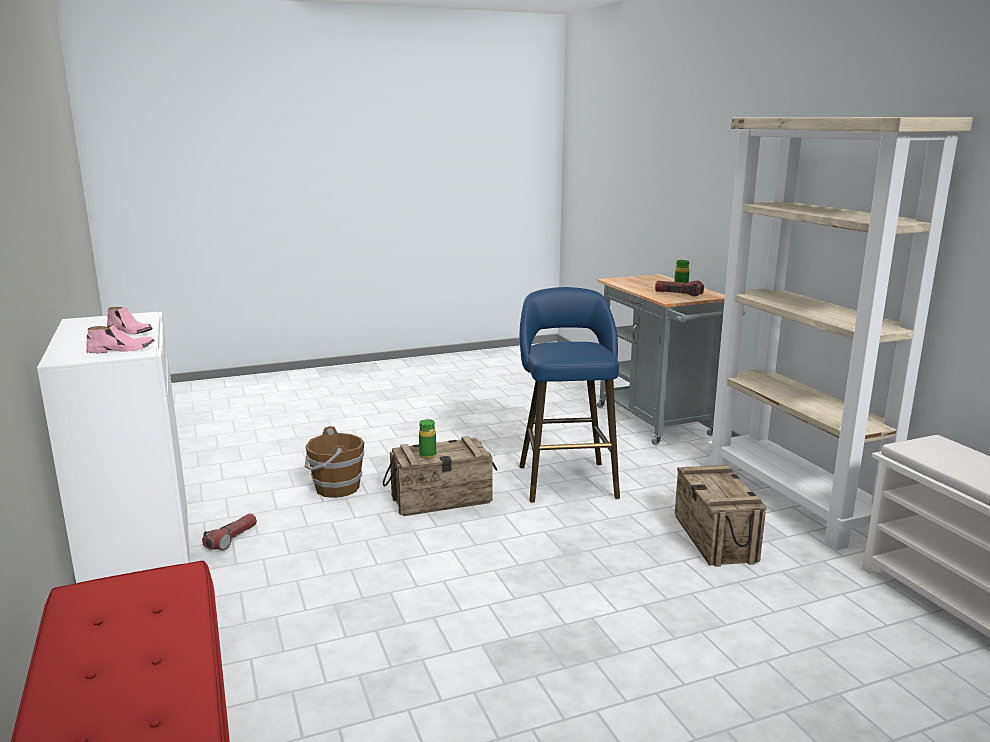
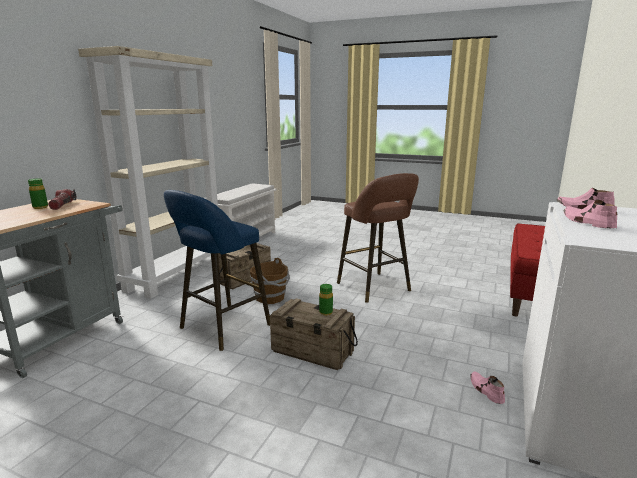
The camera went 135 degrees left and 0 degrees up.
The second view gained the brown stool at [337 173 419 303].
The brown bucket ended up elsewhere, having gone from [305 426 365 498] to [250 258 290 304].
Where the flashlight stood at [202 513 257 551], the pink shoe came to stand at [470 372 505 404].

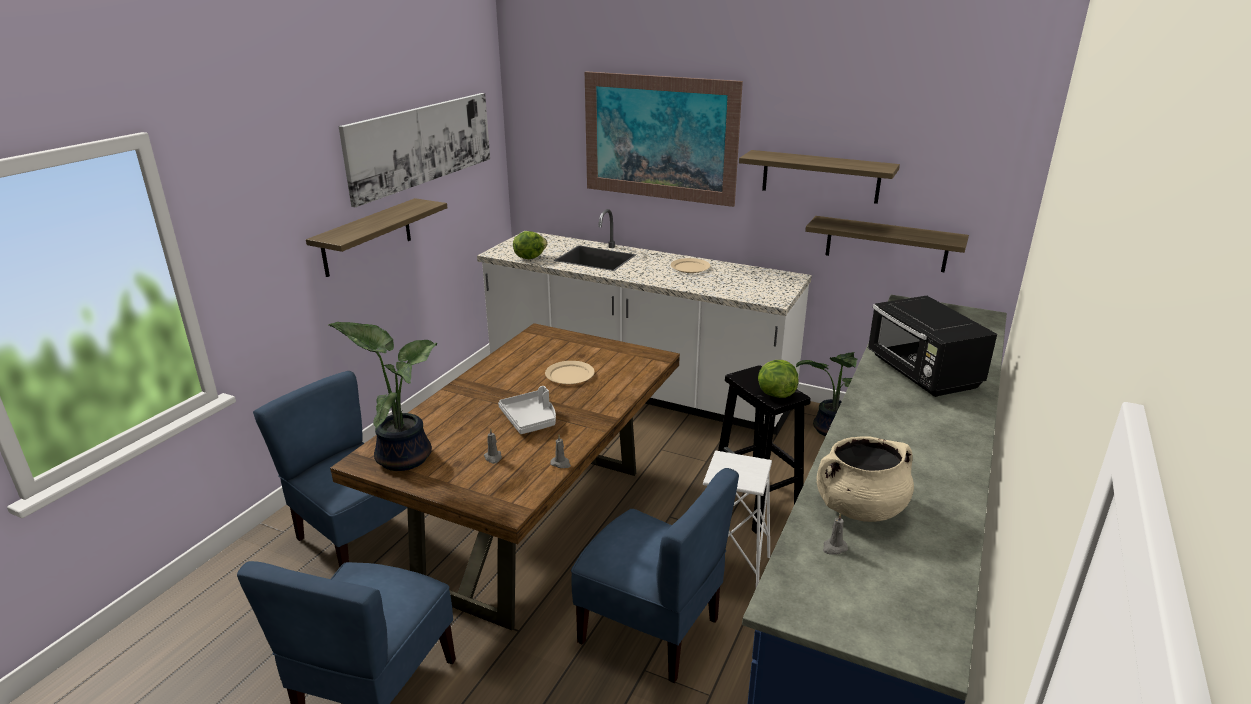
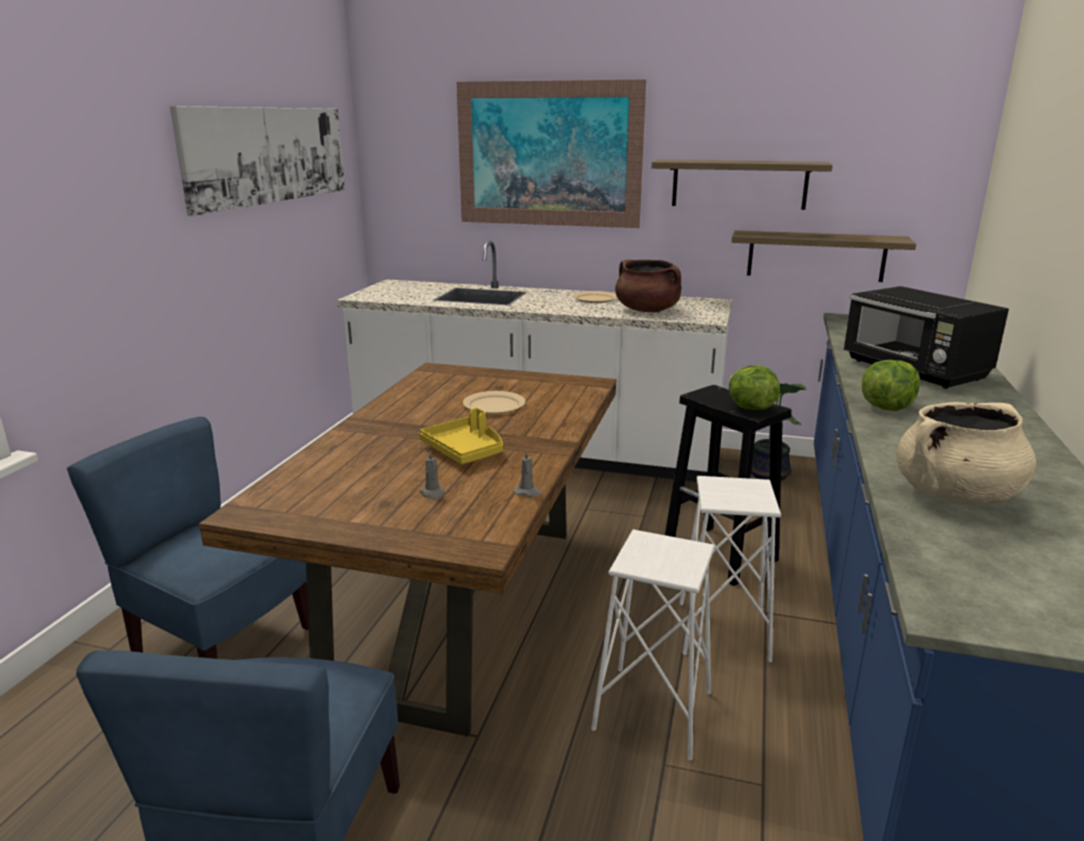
The camera went 10 degrees left and 5 degrees down.
The second view lost the shelf at [306 198 447 277].
The second view lost the potted plant at [328 322 438 471].
The second view lost the grey candle at [823 513 848 554].
The second view gained the brown cooking pot at [615 260 682 312].
The lettuce ended up elsewhere, having gone from [513 231 548 259] to [862 360 920 411].
Where the blue chair stood at [571 468 739 683], the white stool came to stand at [591 529 715 760].
What was the grey tray at [498 386 556 434] turned into the yellow tray at [419 408 503 464].

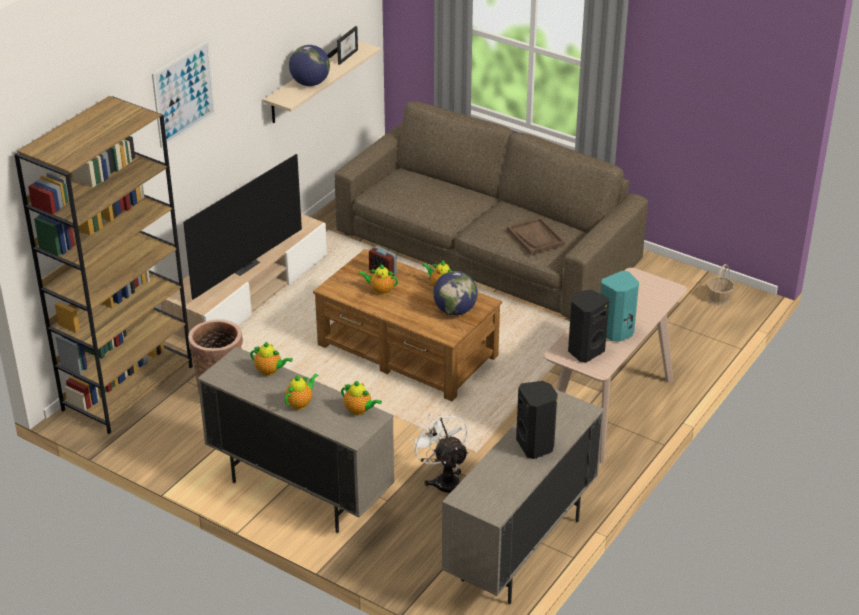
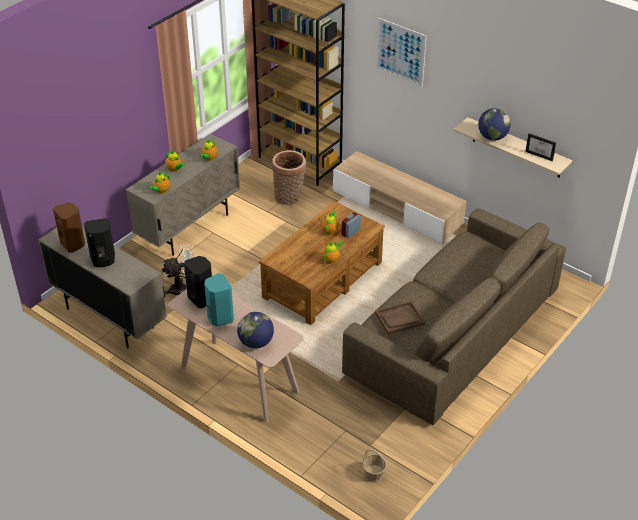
The camera went 95 degrees right and 5 degrees up.
The second view lost the television at [183 154 302 300].
The second view gained the brown speaker at [53 202 85 253].
The globe ended up elsewhere, having gone from [433 271 478 315] to [237 312 274 349].

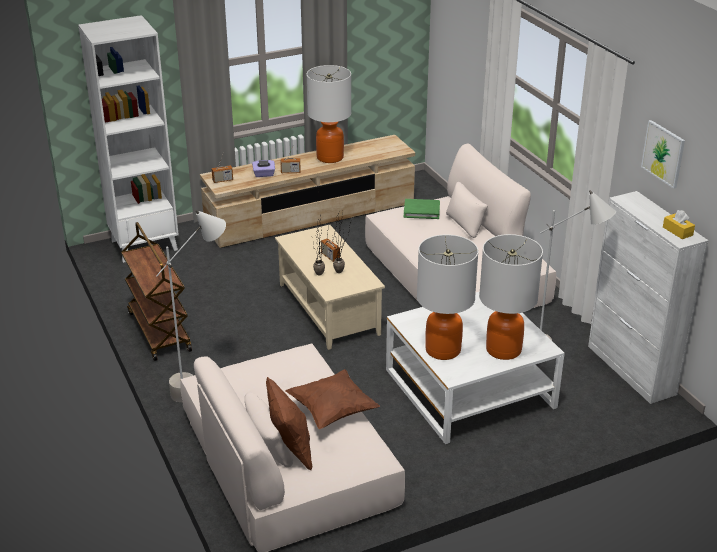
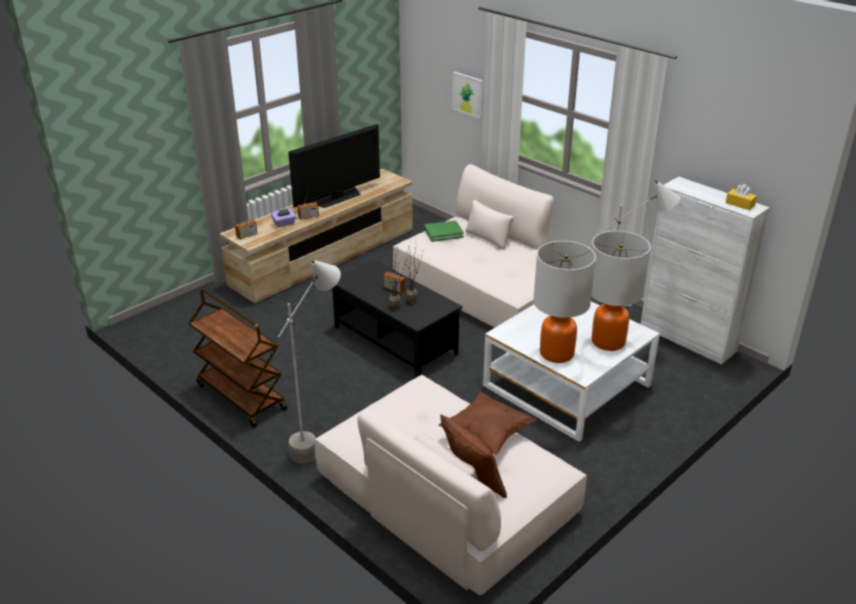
The camera went 20 degrees left and 0 degrees up.
The second view lost the white bookcase at [78 15 179 263].
The picture ended up elsewhere, having gone from [641 120 685 189] to [452 72 483 118].
Where the table lamp stood at [306 65 351 163], the television came to stand at [288 124 380 208].
What was the beige coffee table at [275 225 385 350] turned into the black coffee table at [332 259 462 378].

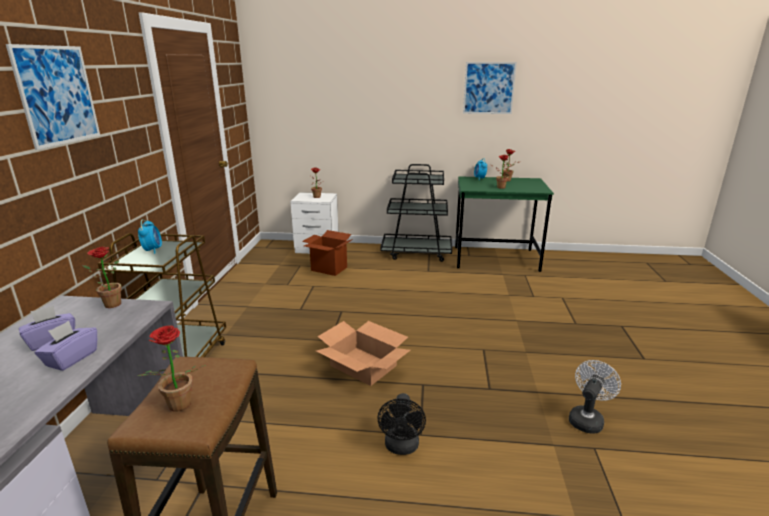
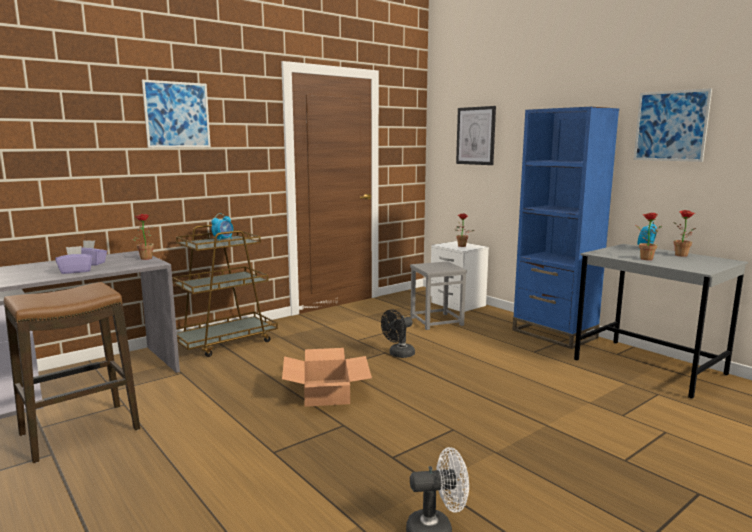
The camera went 45 degrees right and 10 degrees down.
The second view lost the potted plant at [137 325 206 412].
The second view gained the picture at [456 106 496 165].
The black fan ended up elsewhere, having gone from [377 393 426 455] to [381 309 415 358].
Where the cardboard box stood at [302 230 353 276], the grey stool came to stand at [410 261 467 330].
Where the black cart stood at [380 164 452 262], the blue bookcase came to stand at [512 107 619 349].
What was the green desk at [455 176 554 272] turned into the grey desk at [574 244 748 399].

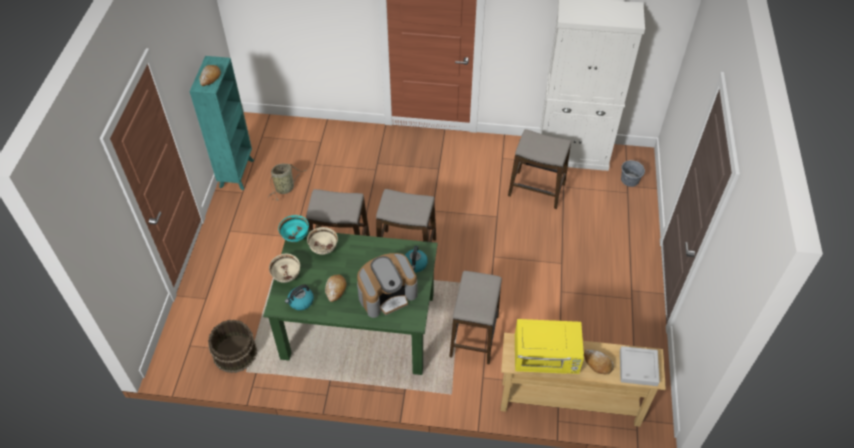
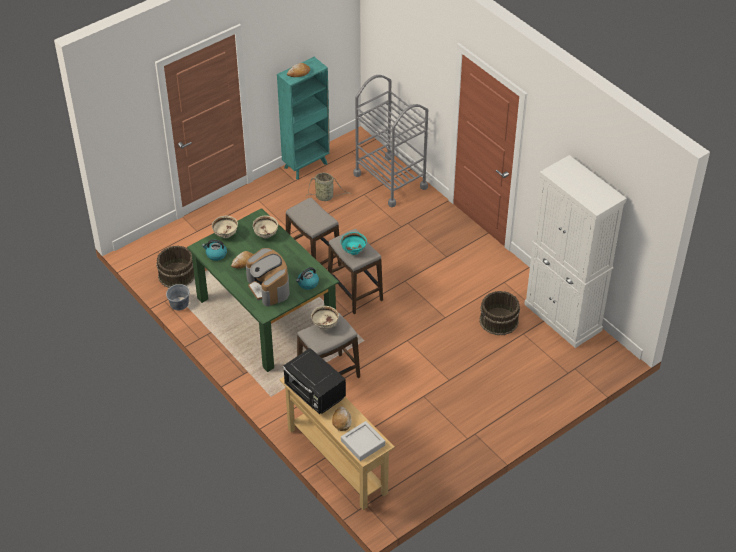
The camera went 45 degrees right and 5 degrees down.
The second view gained the beige bowl at [311 306 339 330].
The second view gained the grey cart at [353 75 428 207].
The turquoise bowl ended up elsewhere, having gone from [278 215 309 242] to [341 232 367 255].
The grey bucket ended up elsewhere, having gone from [621 160 645 187] to [166 284 190 310].
Where the stool stood at [508 129 571 209], the brown bucket came to stand at [480 291 520 335].
What was the yellow microwave at [515 319 584 374] turned into the black microwave at [283 348 346 414].
The coffee machine at [357 253 418 318] ended up facing another way, 45 degrees clockwise from before.

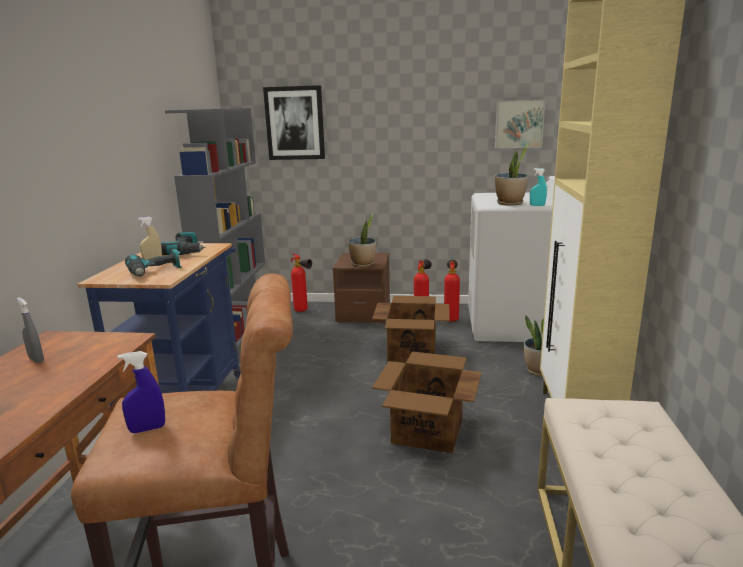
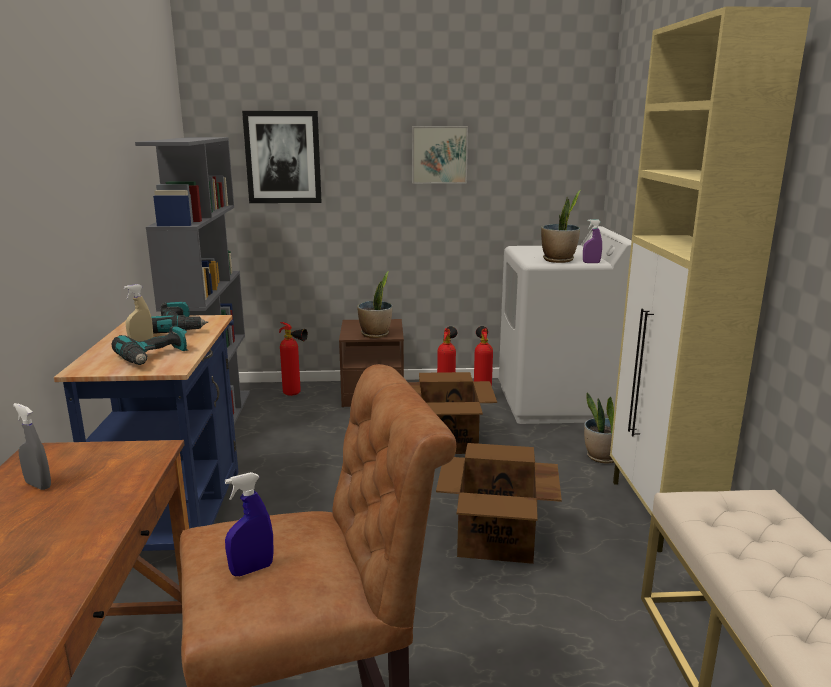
The camera went 10 degrees left and 0 degrees up.
The picture ended up elsewhere, having gone from [495 99 545 149] to [412 126 468 184].
What was the turquoise spray bottle at [530 168 547 206] turned into the purple spray bottle at [583 219 602 263].

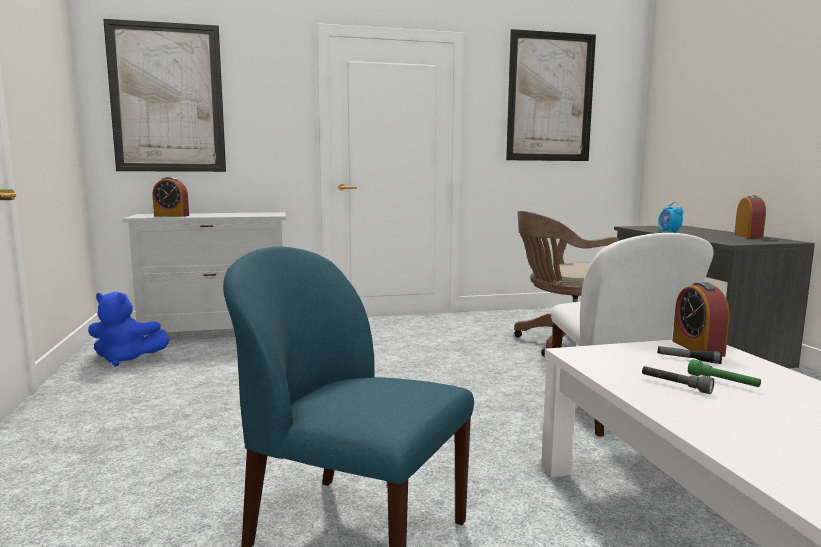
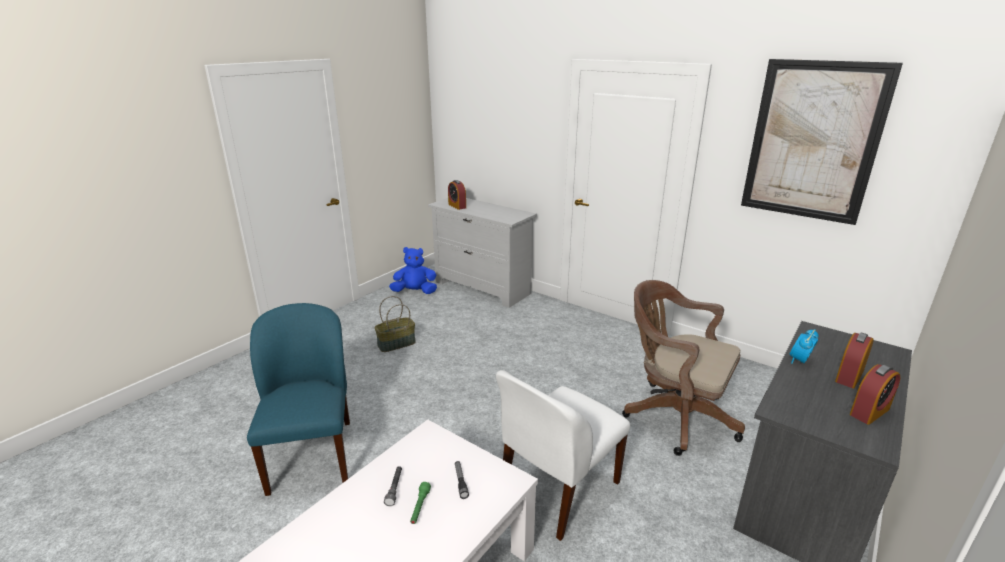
The camera went 50 degrees right and 15 degrees up.
The second view lost the picture at [103 19 226 172].
The second view gained the basket at [375 296 416 352].
The alarm clock ended up elsewhere, having gone from [672 282 730 357] to [835 333 874 388].
The blue plush toy at [88 292 170 367] ended up facing another way, 120 degrees clockwise from before.

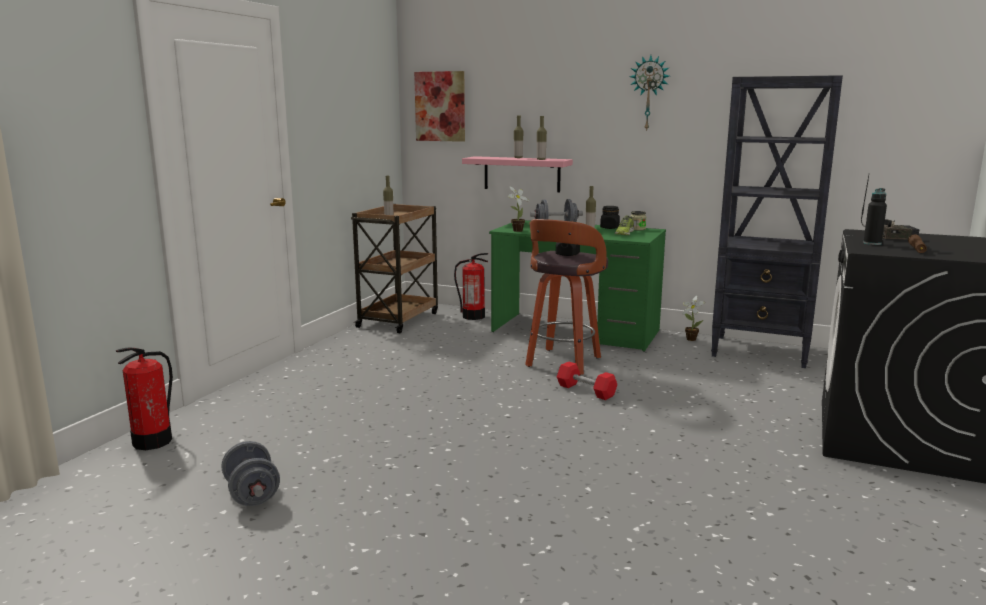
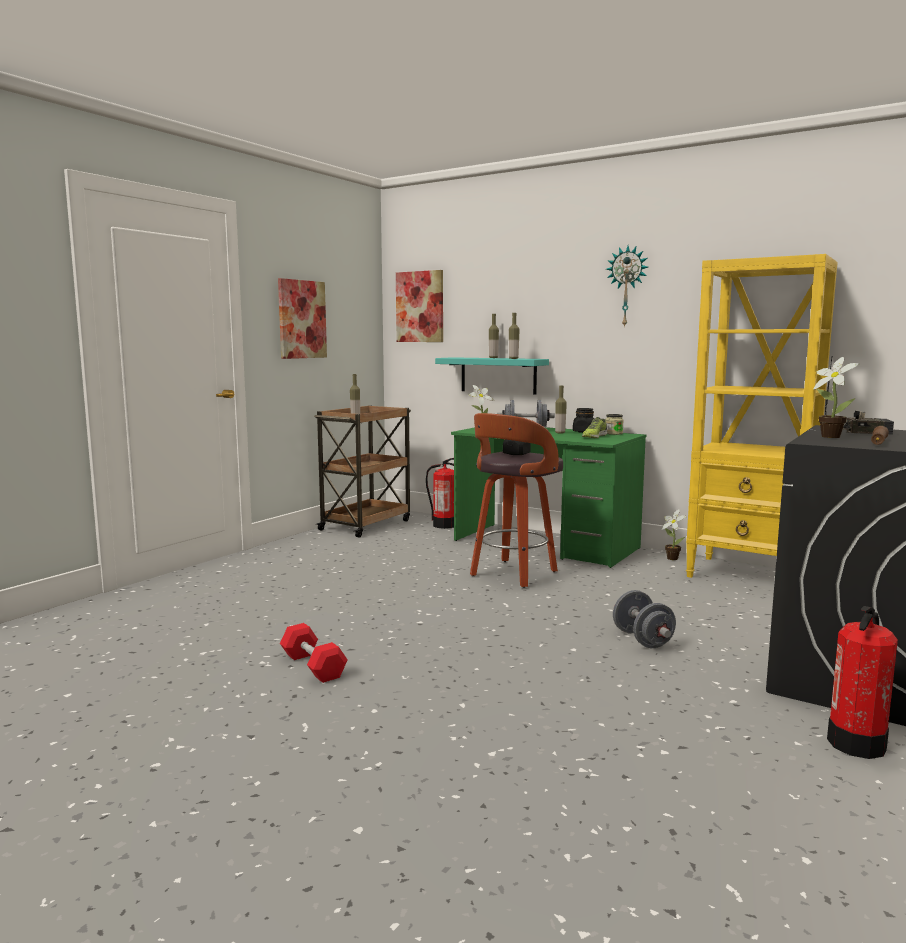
The camera went 10 degrees right and 5 degrees down.
The second view gained the picture at [278 278 327 359].
The fire extinguisher ended up elsewhere, having gone from [116 348 173 450] to [827 606 898 759].
The grey dumbbell ended up elsewhere, having gone from [221 441 280 506] to [613 590 676 648].
The red dumbbell ended up elsewhere, having gone from [557 362 617 400] to [280 623 347 683].
Where the black bottle stood at [863 188 887 245], the potted plant came to stand at [813 357 860 438].
What was the pink shelf at [462 156 573 192] turned into the turquoise shelf at [435 357 549 395].
What was the black bookcase at [711 75 843 368] turned into the yellow bookcase at [686 254 838 578].

